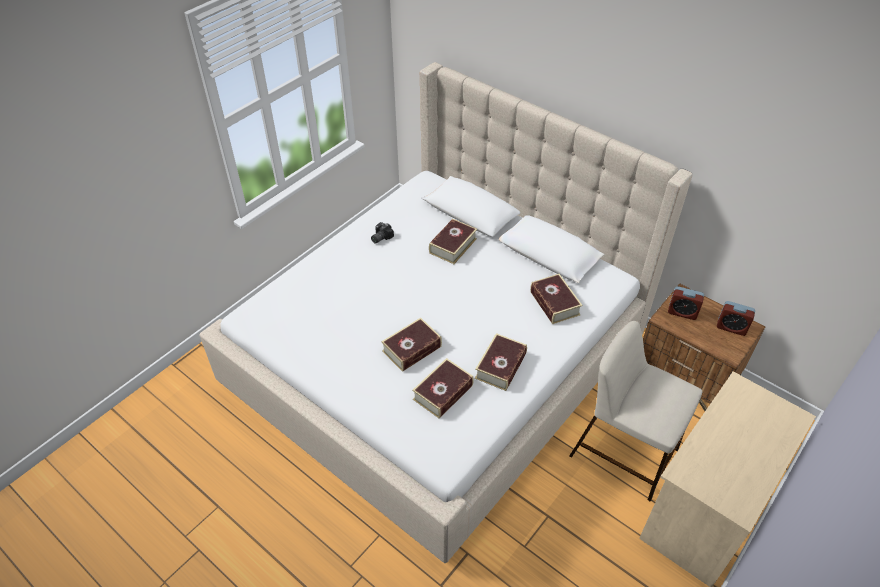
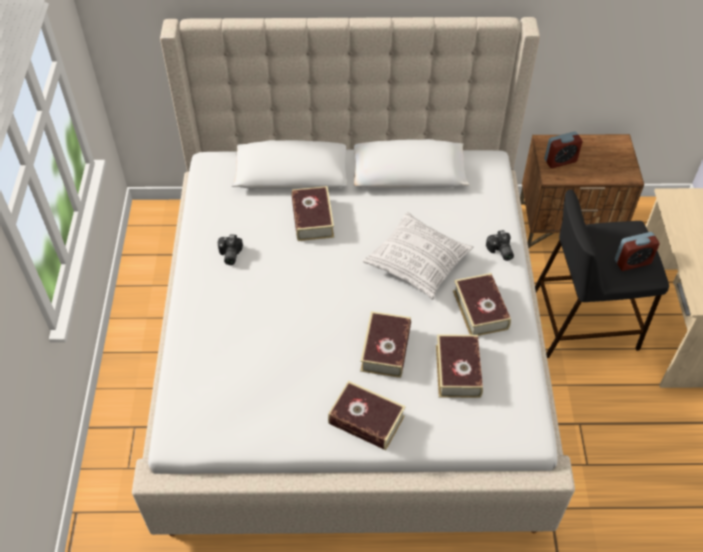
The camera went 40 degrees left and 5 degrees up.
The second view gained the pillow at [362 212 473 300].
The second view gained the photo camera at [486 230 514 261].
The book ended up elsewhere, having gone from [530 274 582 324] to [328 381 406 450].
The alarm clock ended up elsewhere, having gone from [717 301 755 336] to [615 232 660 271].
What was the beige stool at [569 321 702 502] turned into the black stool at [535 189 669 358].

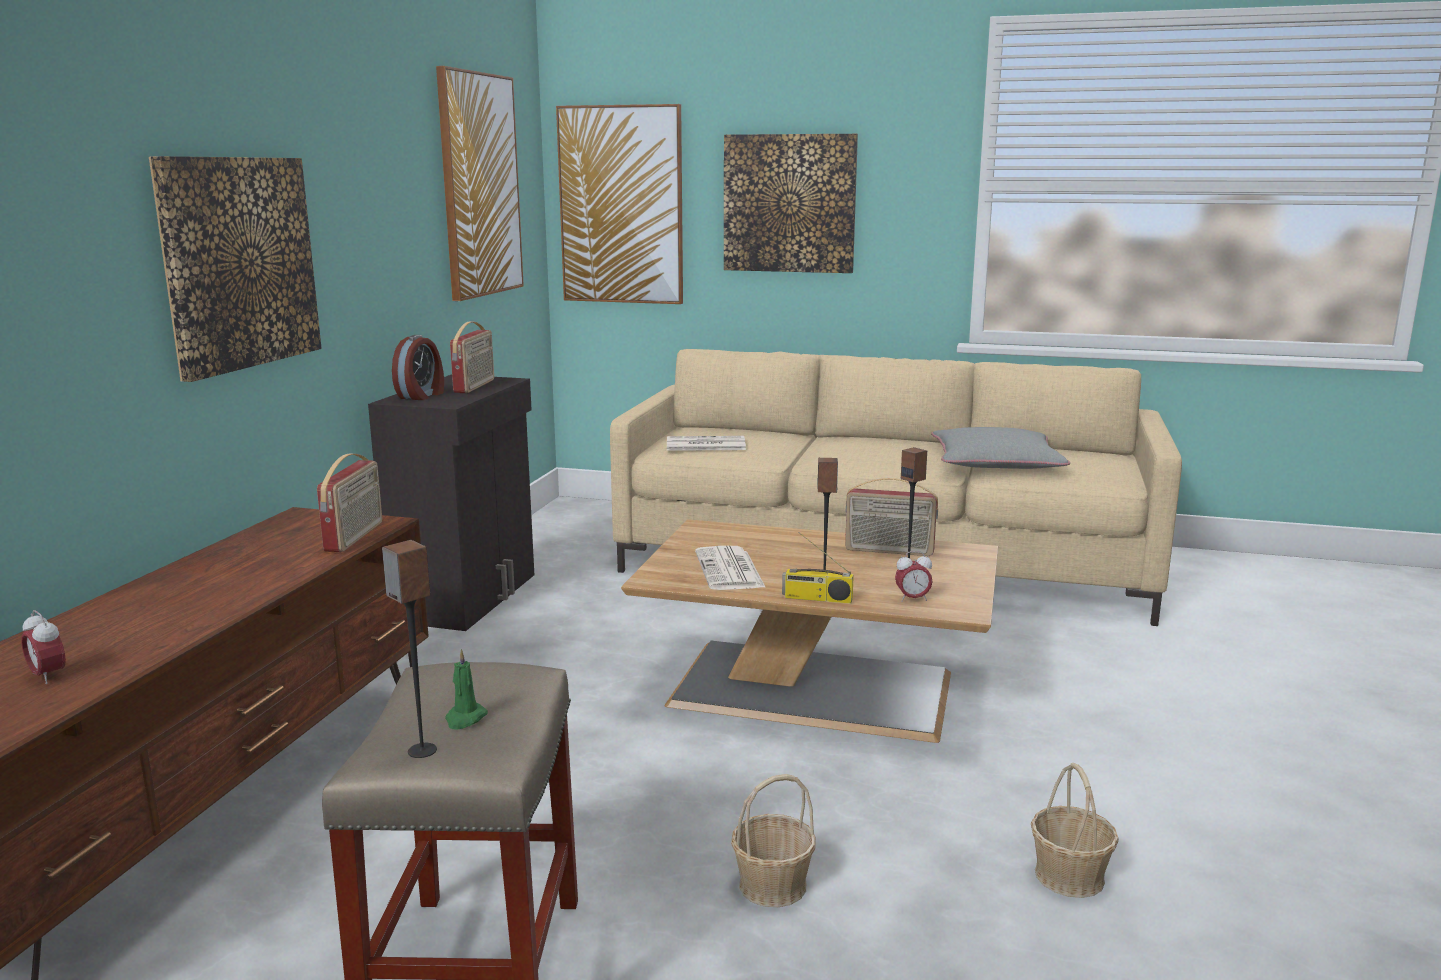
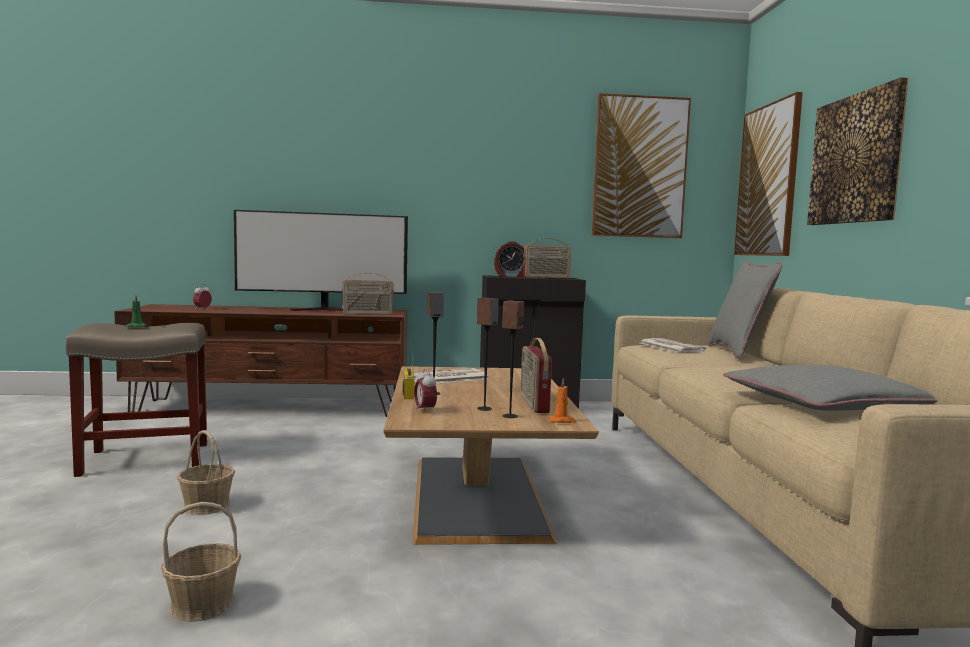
The camera went 70 degrees right and 10 degrees down.
The second view lost the picture at [149 156 322 382].
The second view gained the television at [234 210 408 311].
The second view gained the orange candle at [549 378 576 423].
The second view gained the grey pillow at [708 261 782 359].
The speaker ended up elsewhere, having gone from [382 540 437 758] to [502 300 525 418].

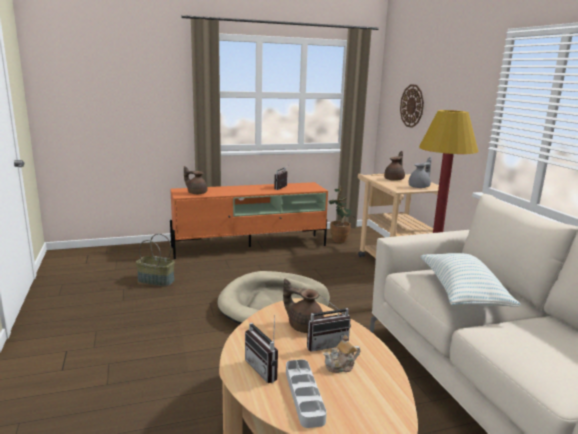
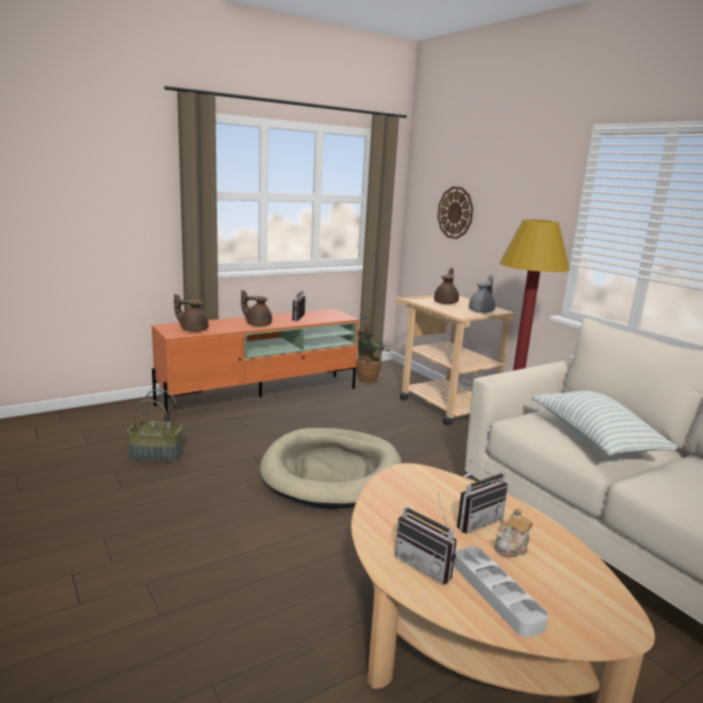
The camera went 15 degrees left and 0 degrees up.
The brown teapot ended up elsewhere, having gone from [283 279 324 333] to [241 290 272 326].

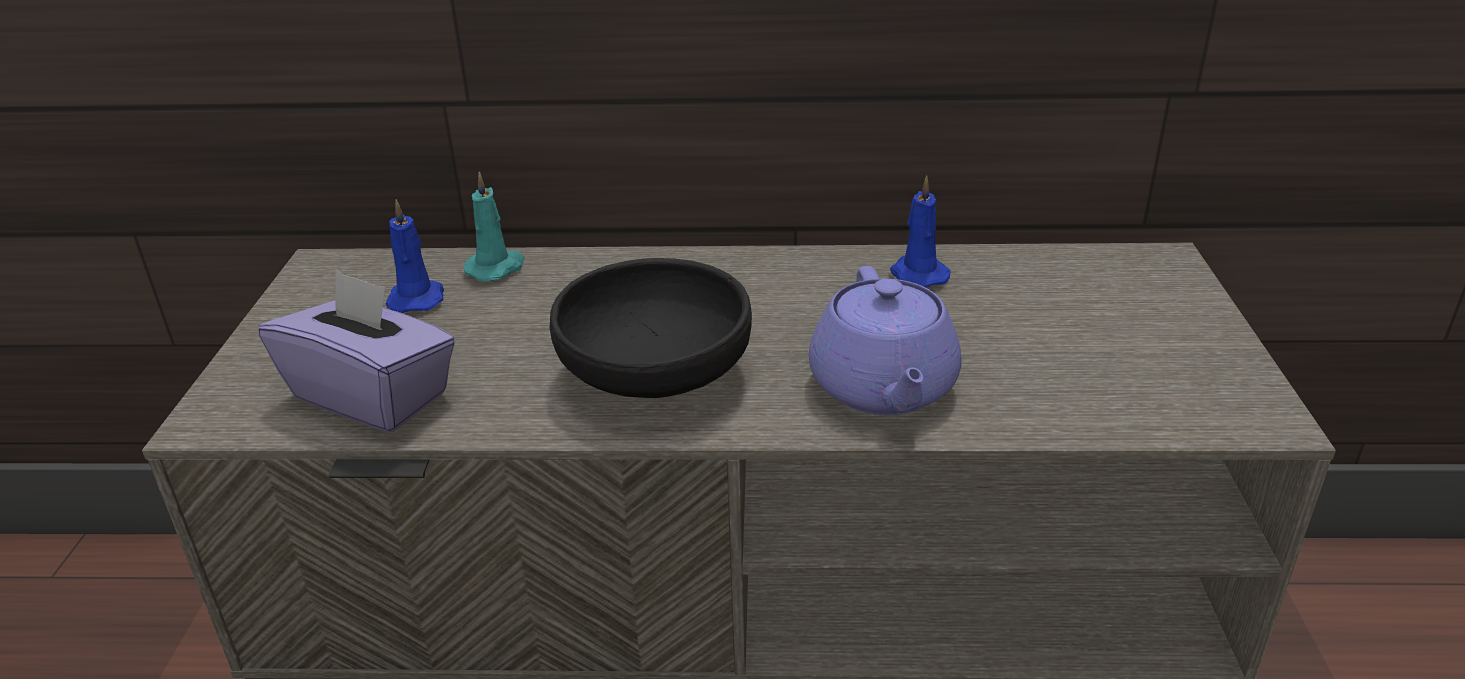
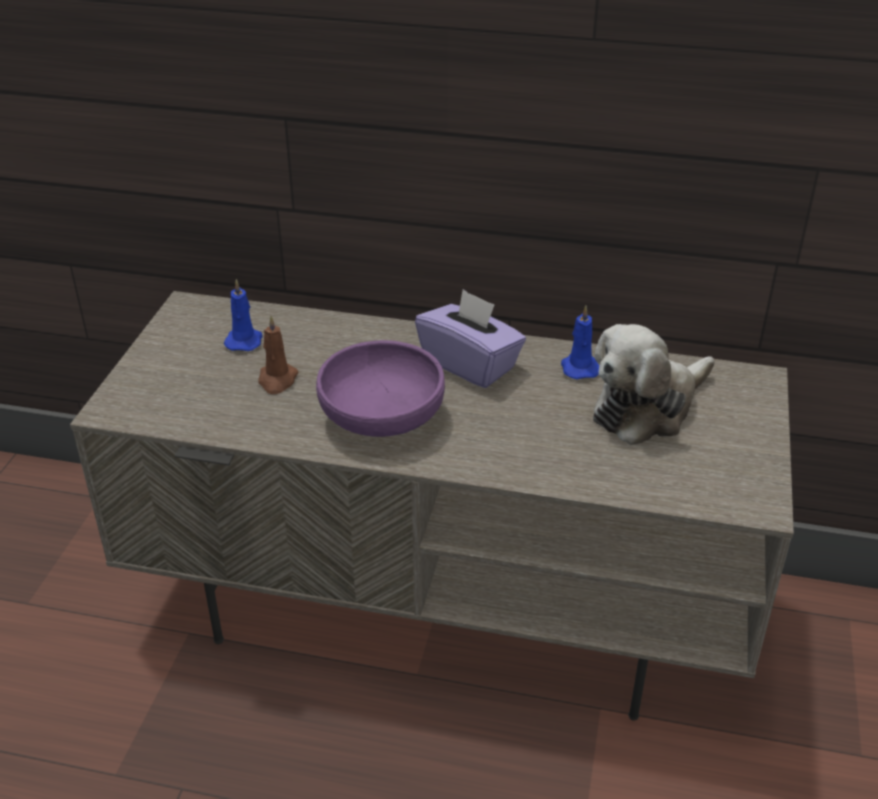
The camera went 10 degrees right and 5 degrees up.
The second view lost the turquoise candle at [464 171 525 282].
The second view lost the purple teapot at [809 266 962 415].
The second view gained the brown candle at [258 316 298 394].
The second view gained the plush toy at [593 324 715 445].
The purple tissue box ended up elsewhere, having gone from [259 270 456 432] to [415 289 526 388].
What was the black bowl at [550 258 752 398] turned into the purple bowl at [316 340 445 437].

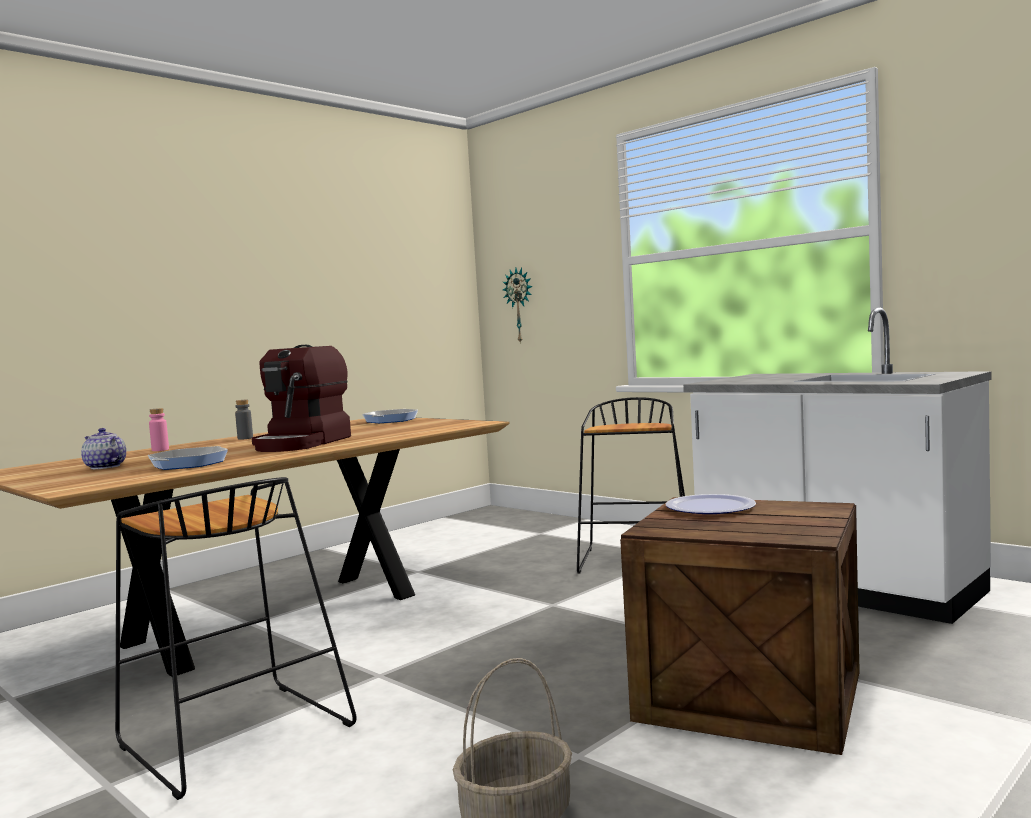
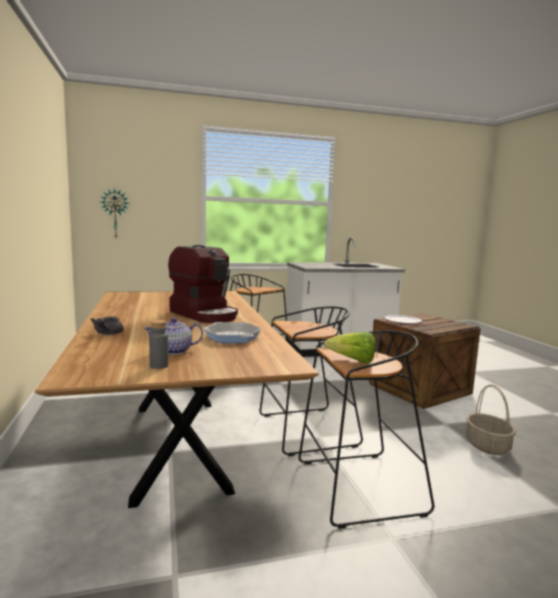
The camera went 60 degrees left and 5 degrees up.
The second view lost the frying pan at [362 409 418 423].
The second view gained the black stool at [259 306 363 456].
The second view gained the lettuce at [324 332 376 363].
The grey bottle ended up elsewhere, having gone from [235 400 253 440] to [149 320 168 369].
Where the pink bottle stood at [149 408 169 451], the grey teapot came to stand at [90 316 123 335].

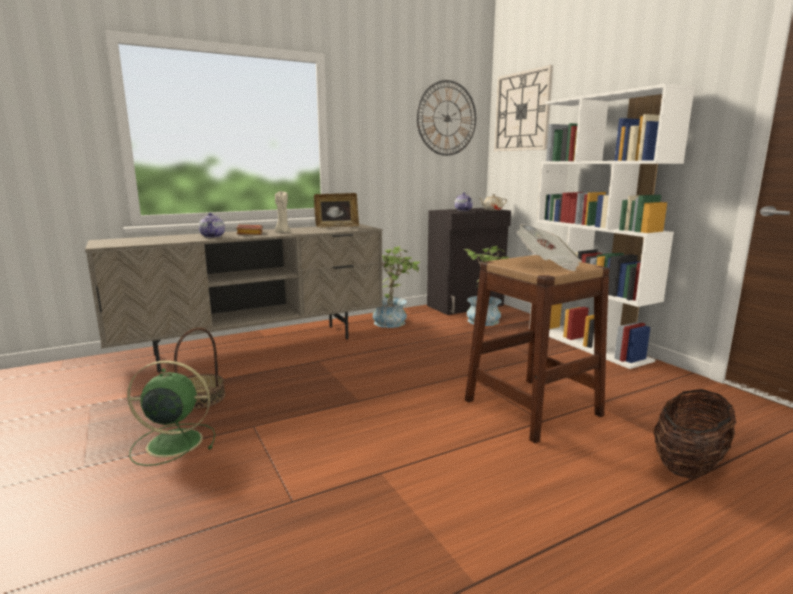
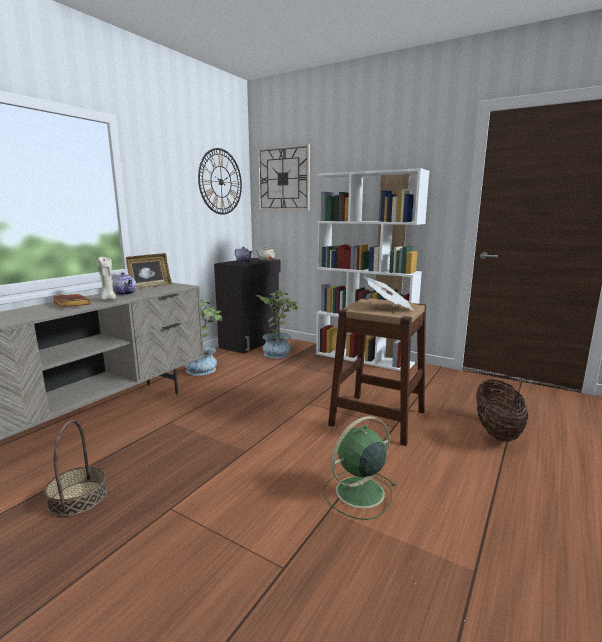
The camera went 30 degrees left and 0 degrees up.
The green fan ended up elsewhere, having gone from [127 360 215 466] to [323 416 397 520].
The teapot ended up elsewhere, having gone from [199 213 225 238] to [112 272 136 295].

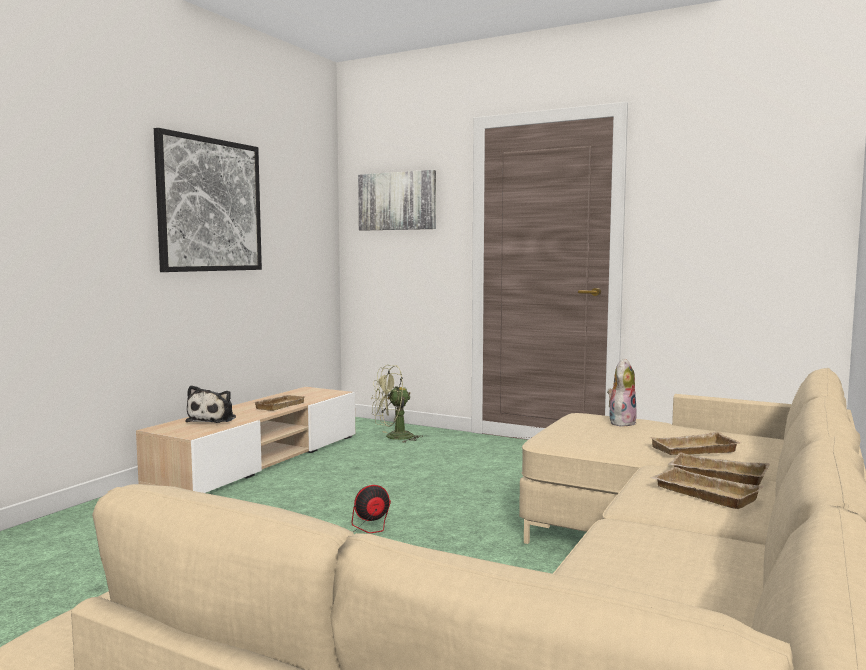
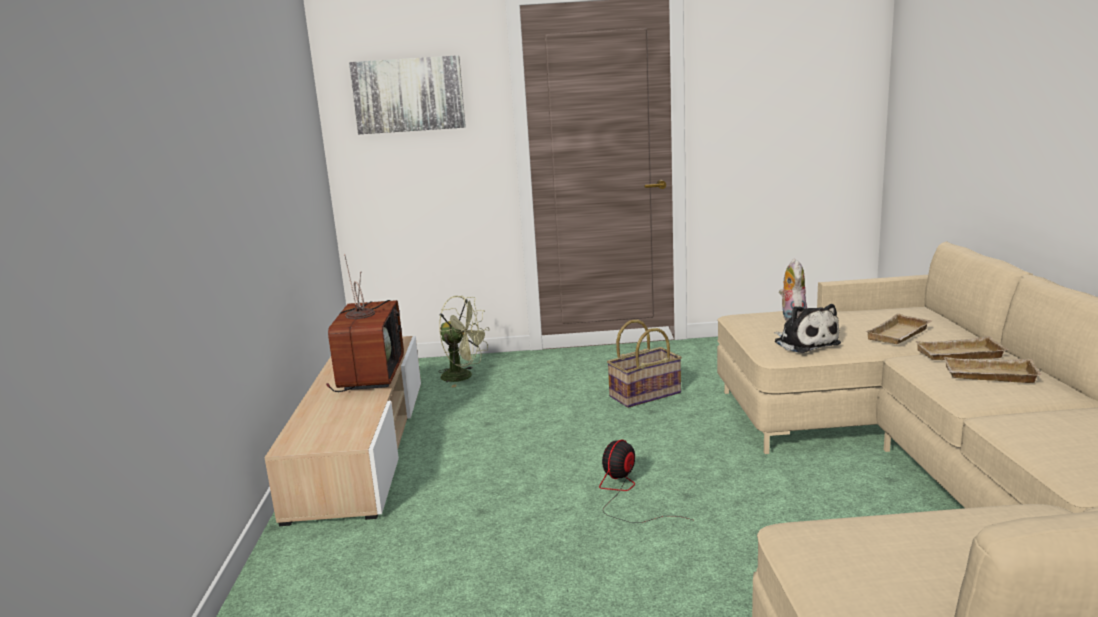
The camera went 30 degrees left and 10 degrees up.
The second view lost the picture at [154 128 262 272].
The second view gained the basket at [607 320 682 408].
The plush toy ended up elsewhere, having gone from [185 385 236 423] to [774 304 841 353].
Where the beige tray stood at [253 395 306 411], the television came to stand at [326 254 404 392].
The green fan at [371 365 423 443] ended up facing another way, 105 degrees counterclockwise from before.

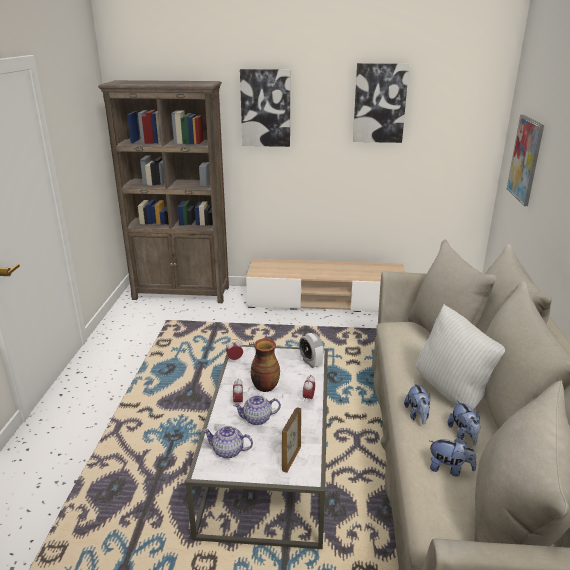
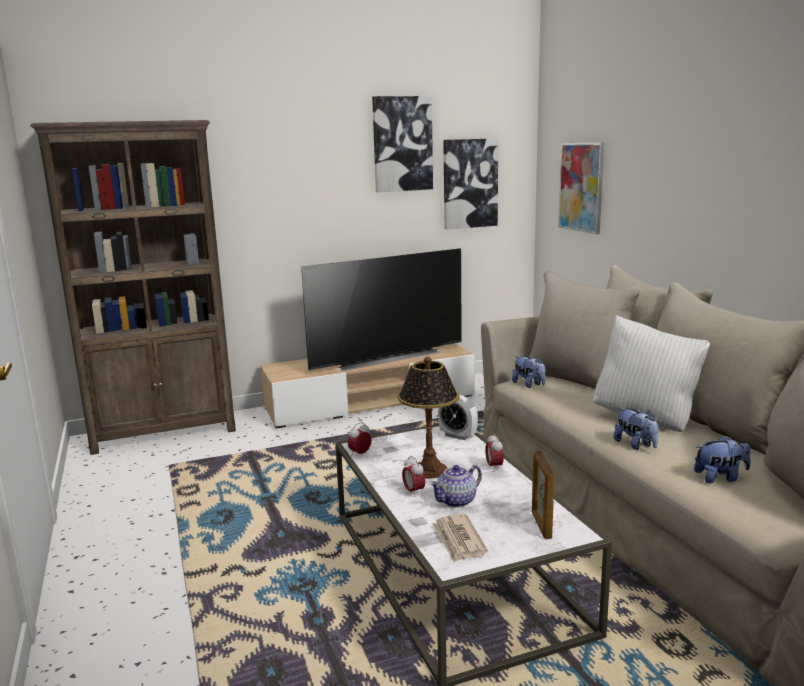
The camera went 25 degrees left and 10 degrees down.
The second view gained the television at [301 248 462 371].
The picture ended up elsewhere, having gone from [240 69 290 147] to [443 138 498 229].
The plush toy ended up elsewhere, having gone from [448 400 481 445] to [512 356 545 388].
Where the teapot stood at [203 426 253 459], the newspaper came to stand at [432 514 488 563].
Where the vase stood at [251 338 280 392], the table lamp came to stand at [398 357 460 479].

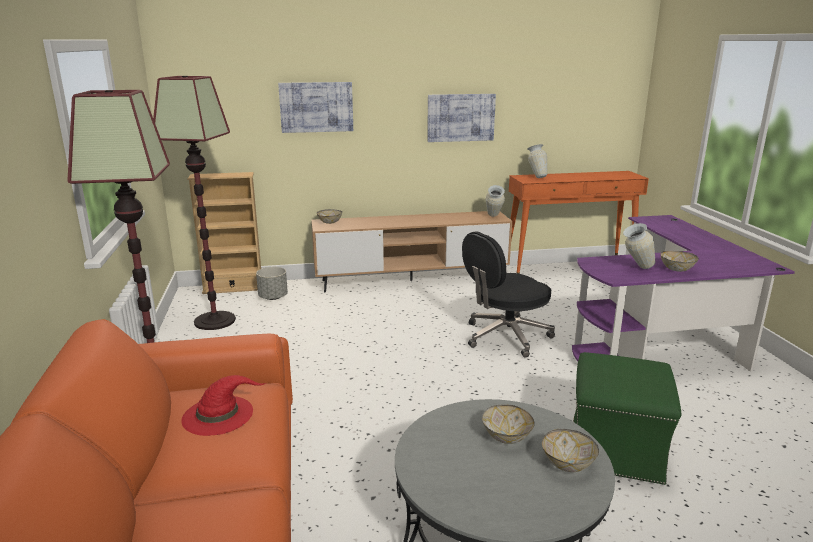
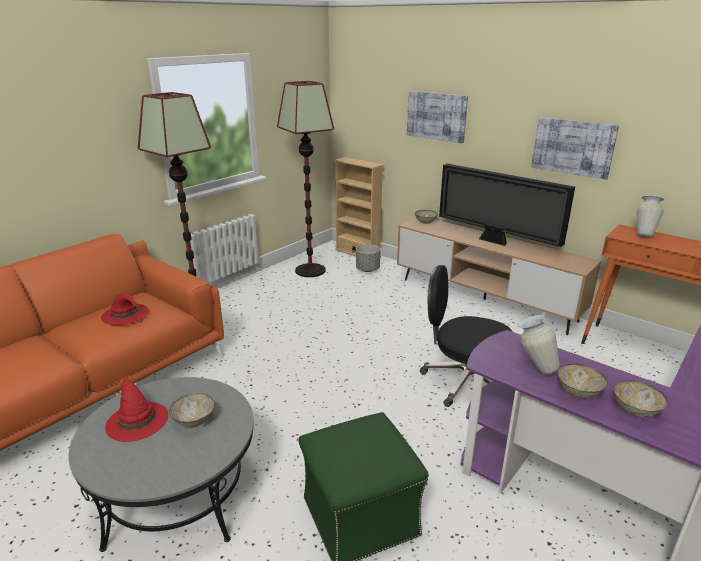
The camera went 50 degrees right and 5 degrees up.
The second view lost the vase at [486 185 505 217].
The second view gained the red hat at [105 376 169 442].
The second view gained the television at [439 164 575 247].
The bowl ended up elsewhere, having gone from [542 429 599 472] to [613 380 668 418].

